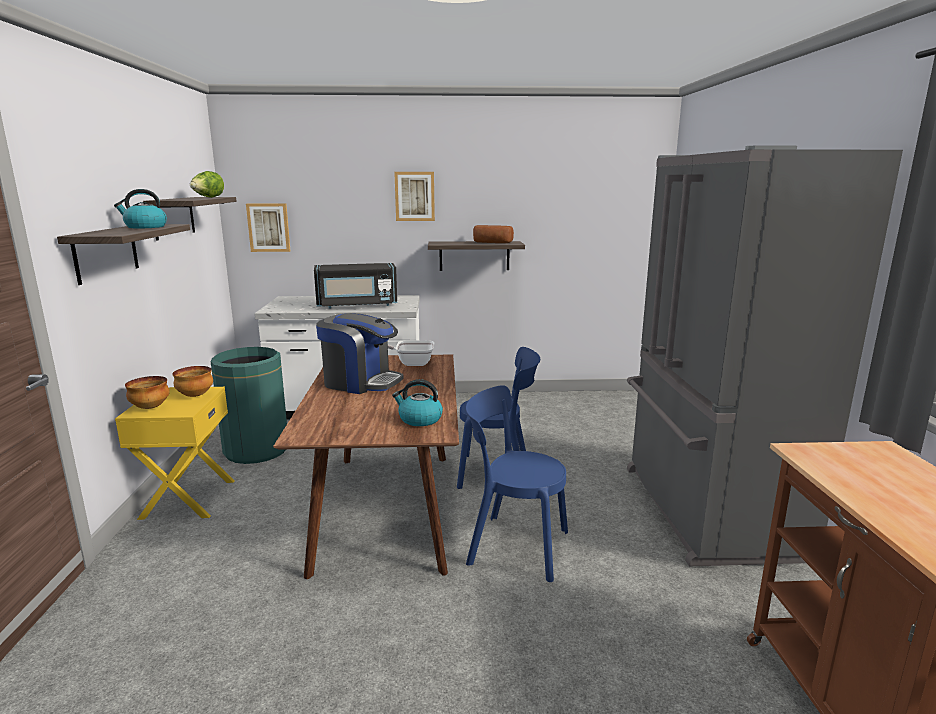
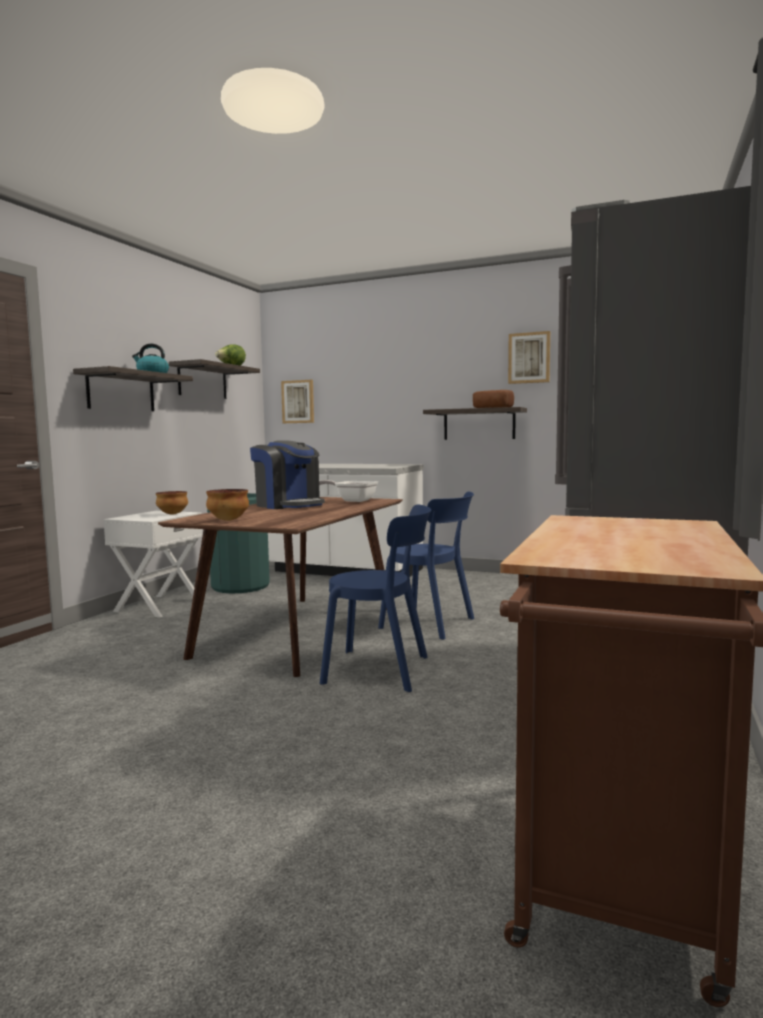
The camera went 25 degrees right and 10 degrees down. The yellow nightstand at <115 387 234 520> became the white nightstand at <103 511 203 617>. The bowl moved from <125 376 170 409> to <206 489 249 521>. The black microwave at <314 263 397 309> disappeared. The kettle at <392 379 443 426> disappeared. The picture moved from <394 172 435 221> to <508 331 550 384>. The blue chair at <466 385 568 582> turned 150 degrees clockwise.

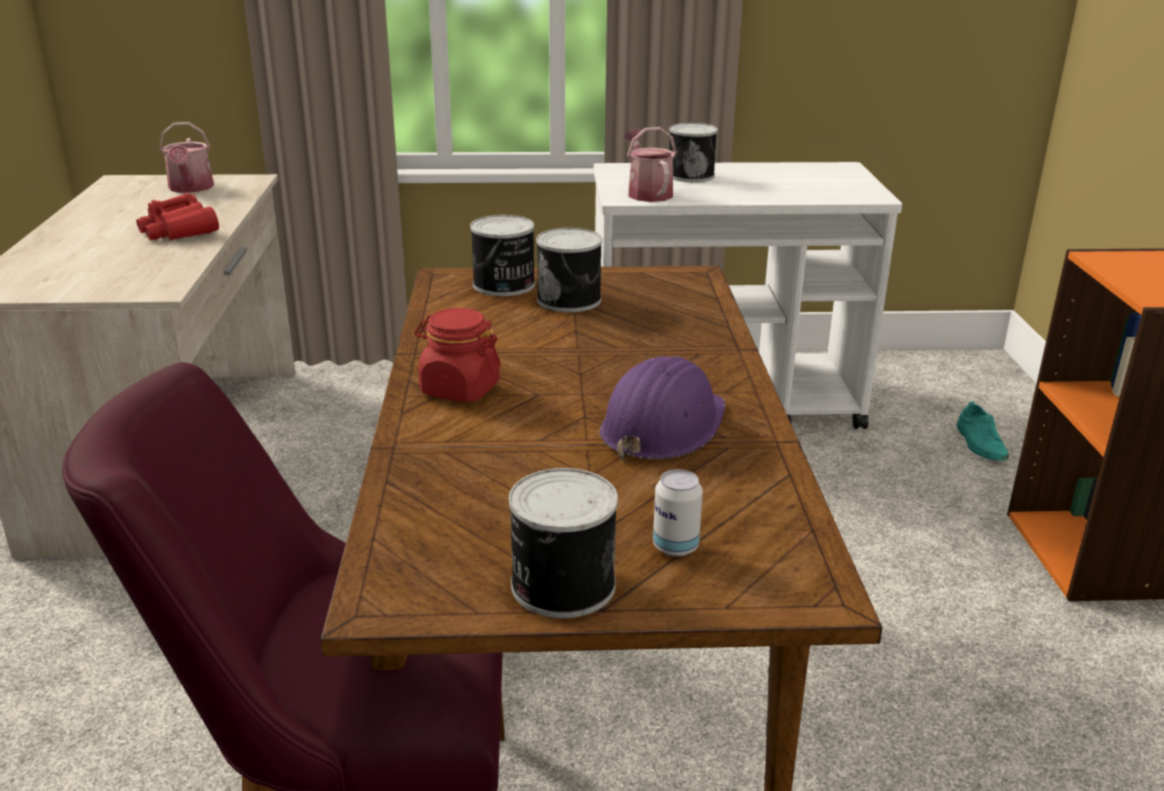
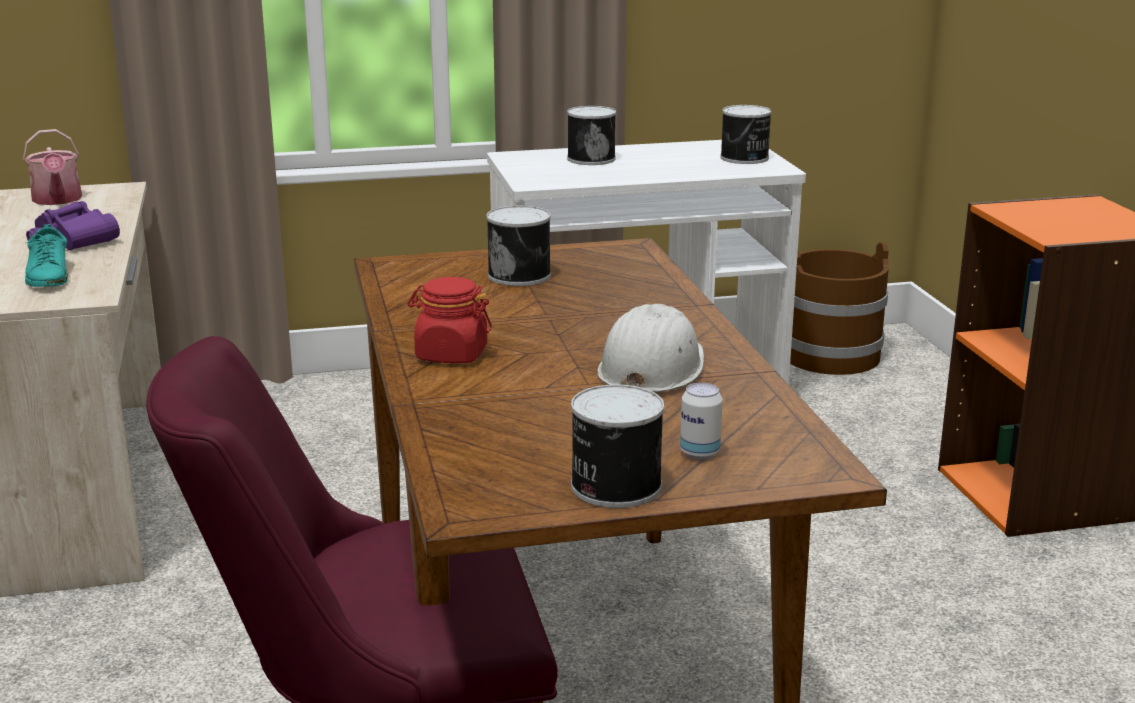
The camera went 10 degrees left and 5 degrees down. The red binoculars at <136 193 219 240> became the purple binoculars at <26 201 120 250>. The can moved from <470 215 535 296> to <720 105 772 164>. The purple hard hat at <600 356 725 461> became the white hard hat at <597 304 704 392>. The watering can at <624 127 677 202> disappeared. The turquoise shoe moved from <956 402 1009 461> to <25 224 68 287>. The brown bucket at <790 242 889 375> appeared.

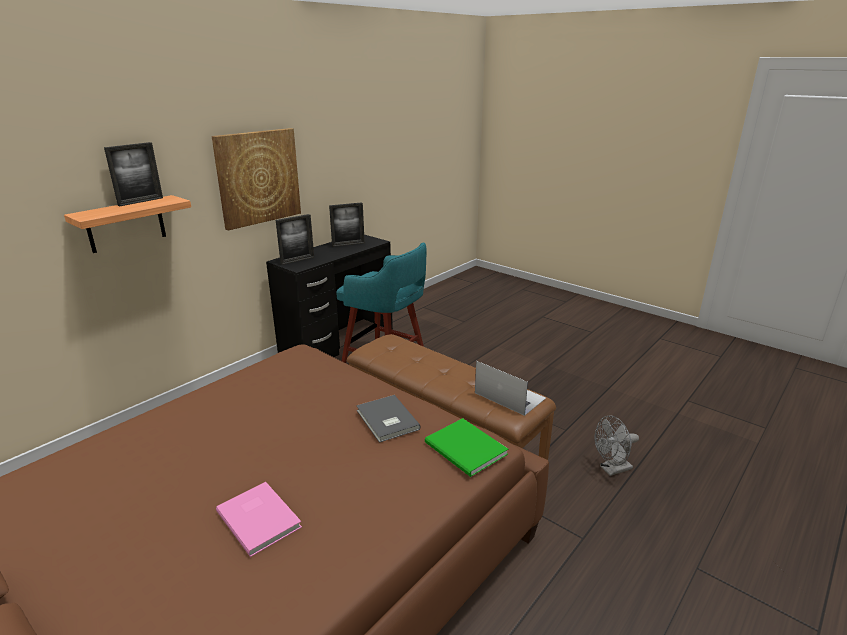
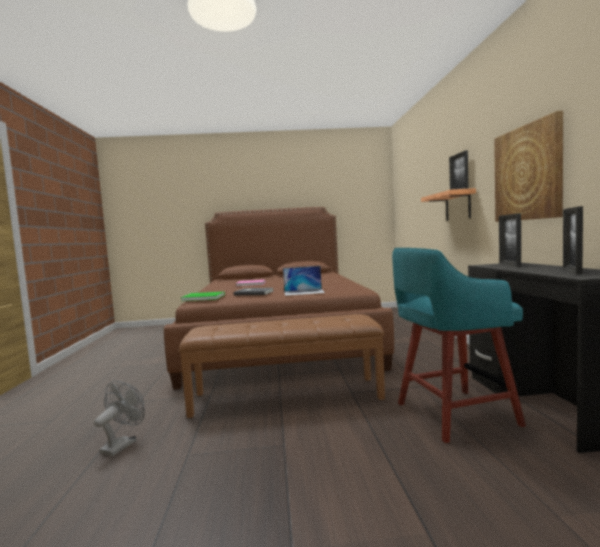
The camera went 135 degrees right and 20 degrees down. The laptop moved from <475 361 546 416> to <283 266 325 296>.

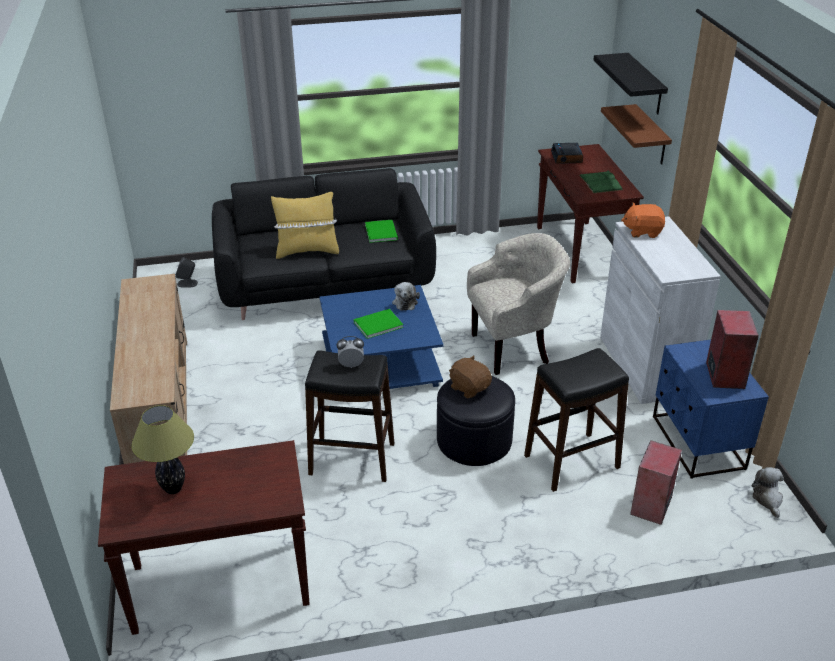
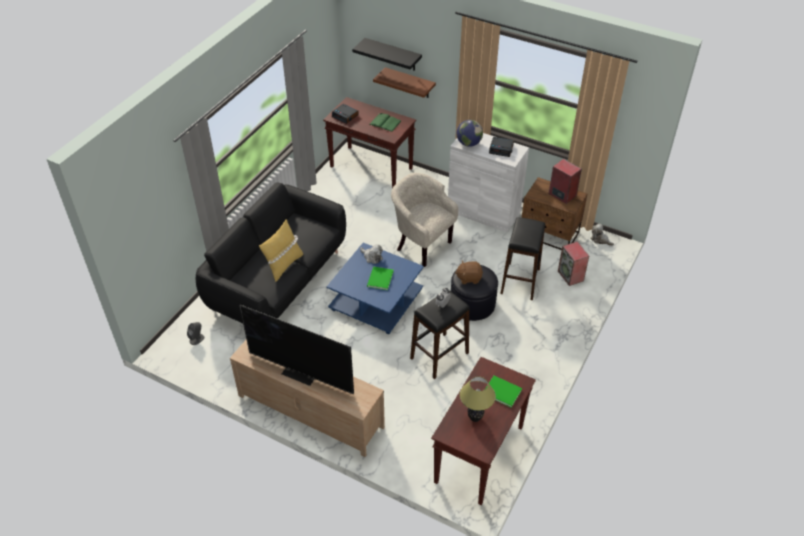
The camera went 50 degrees left and 10 degrees up. The green book moved from <365 220 398 243> to <485 376 522 407>. The beige armchair at <467 233 570 375> turned 75 degrees counterclockwise. The orange plush toy at <621 203 665 238> was replaced by the globe at <456 120 483 147>. The blue nightstand at <653 340 769 479> became the brown nightstand at <522 177 587 250>. The television at <240 305 354 394> appeared. The alarm clock at <489 137 514 157> appeared.

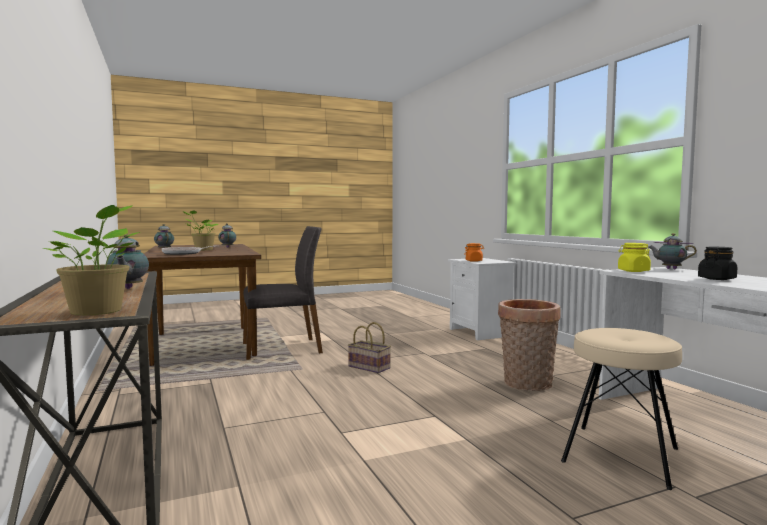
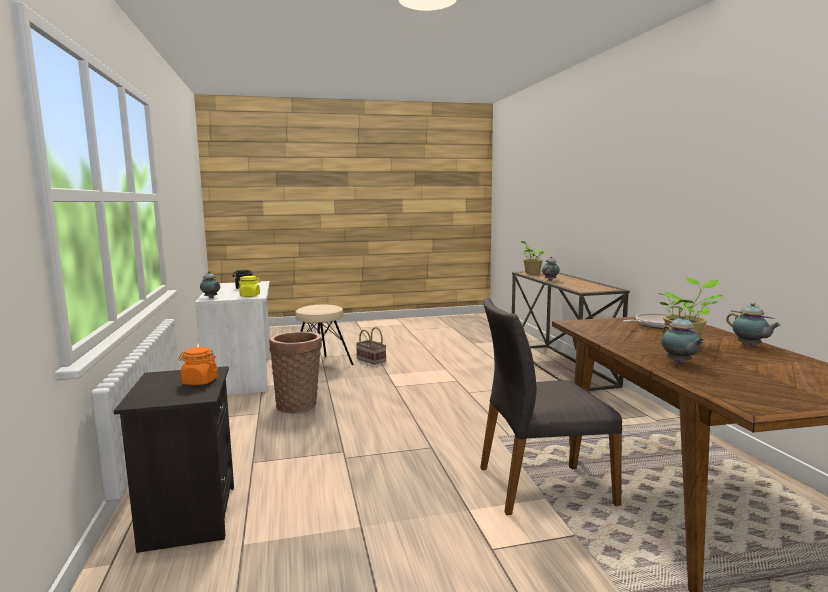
The camera went 170 degrees left and 5 degrees up. The basket moved from <348 322 391 373> to <356 327 386 365>. The white nightstand at <448 258 517 340> became the black nightstand at <114 366 234 553>.

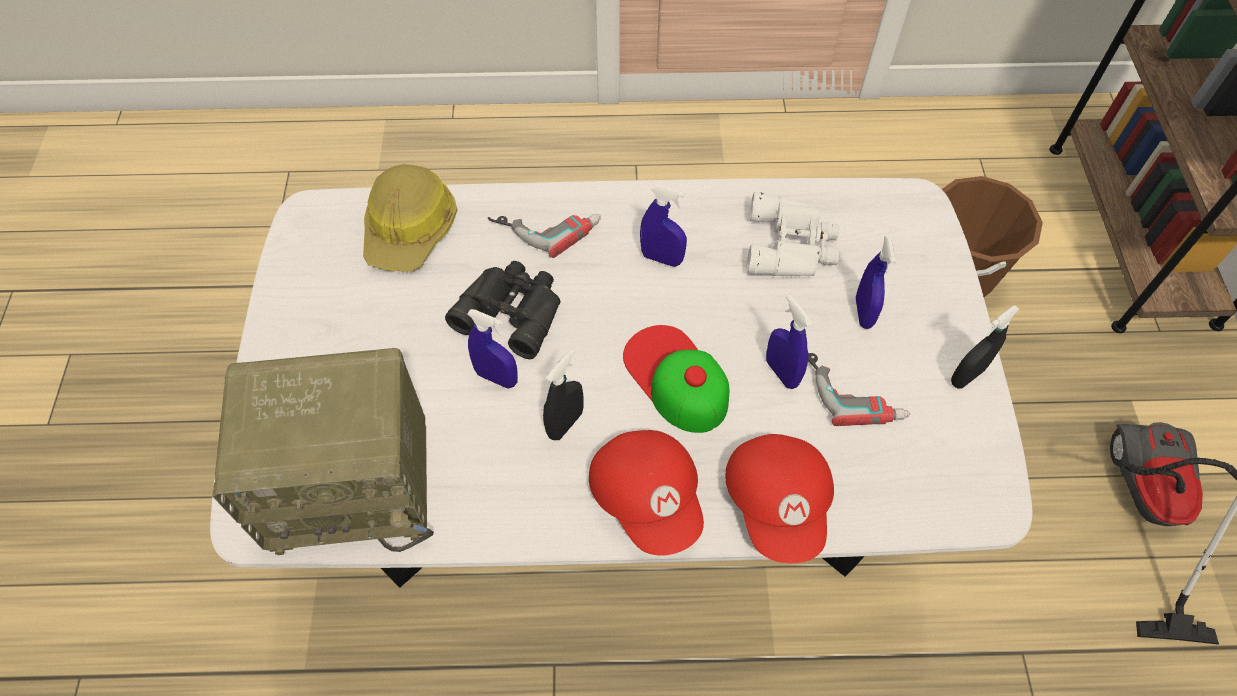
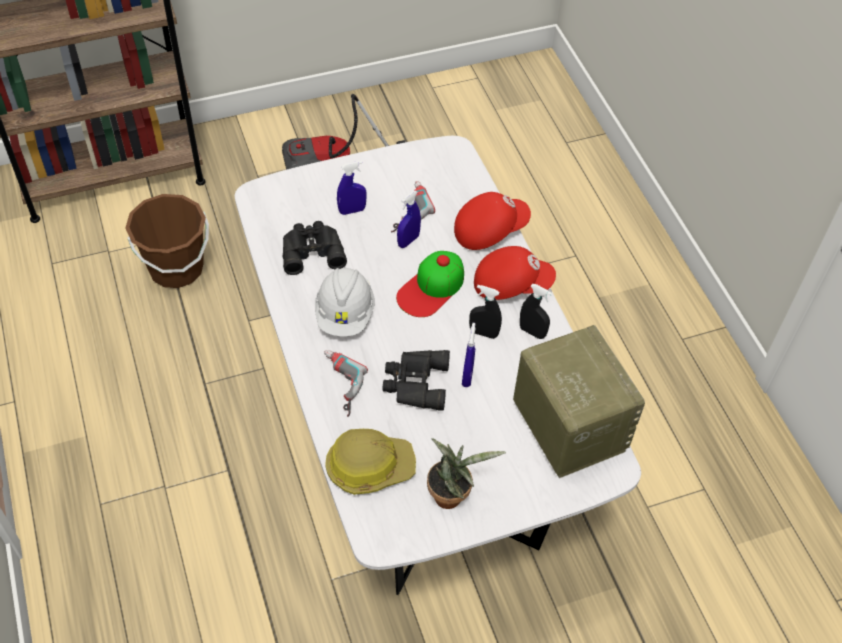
The camera went 110 degrees left and 5 degrees down. The red cap at <589 430 704 556> turned 45 degrees clockwise. The blue spray bottle at <640 184 687 267> was replaced by the white hard hat at <315 268 374 337>. The white binoculars at <746 192 839 276> became the black binoculars at <282 221 347 275>. The black spray bottle moved from <951 305 1020 388> to <520 284 552 339>. The potted plant at <427 438 506 509> appeared.

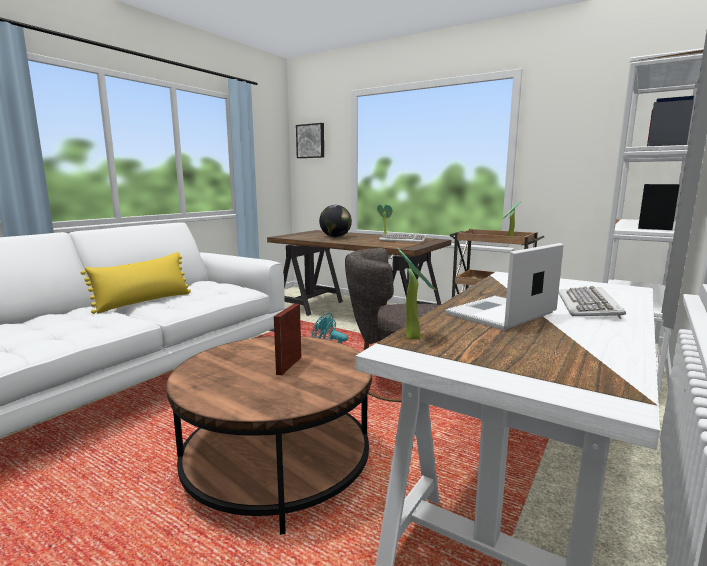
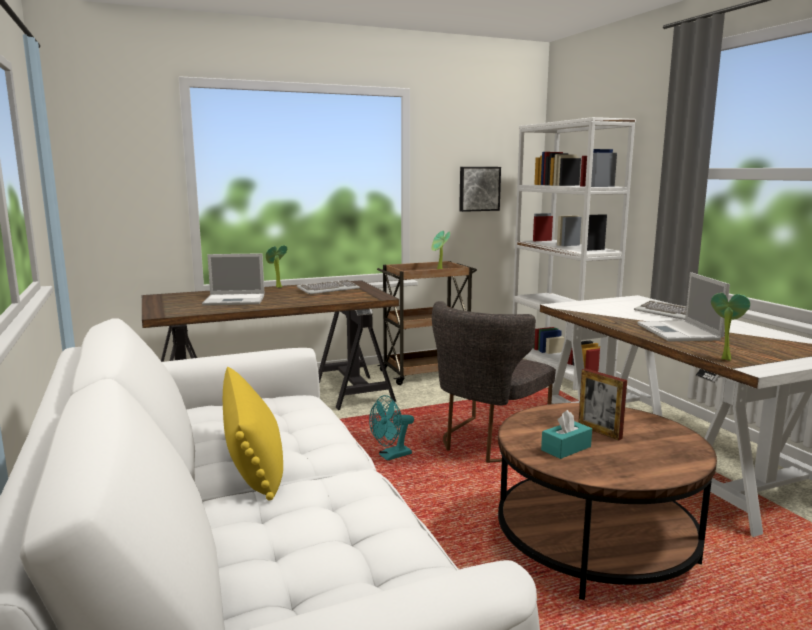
The camera went 55 degrees left and 0 degrees up. The picture moved from <296 123 324 158> to <459 167 501 212>. The globe at <319 205 352 237> was replaced by the laptop at <202 253 264 306>. The turquoise tissue box at <541 410 592 459> appeared.

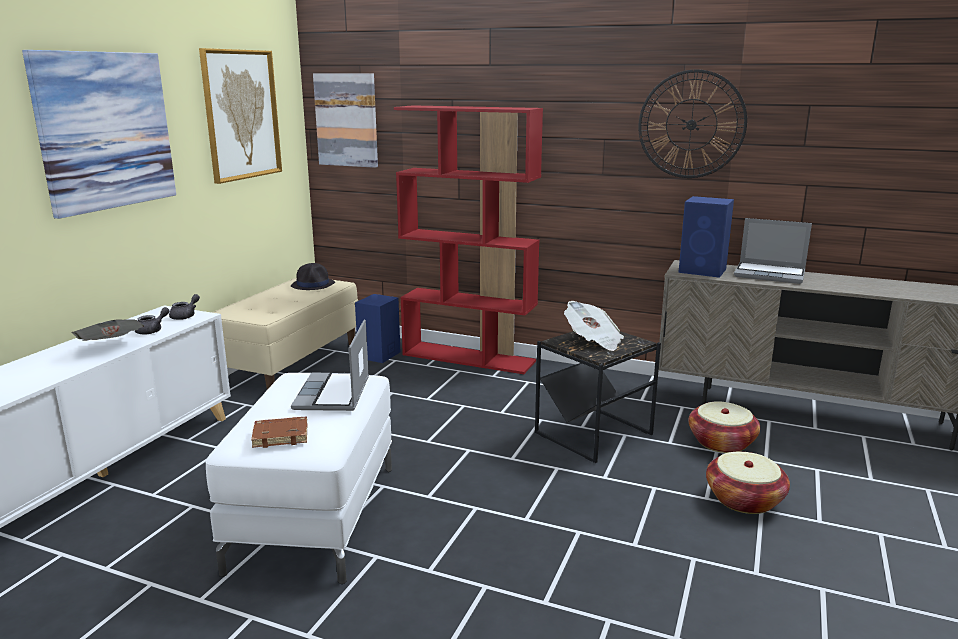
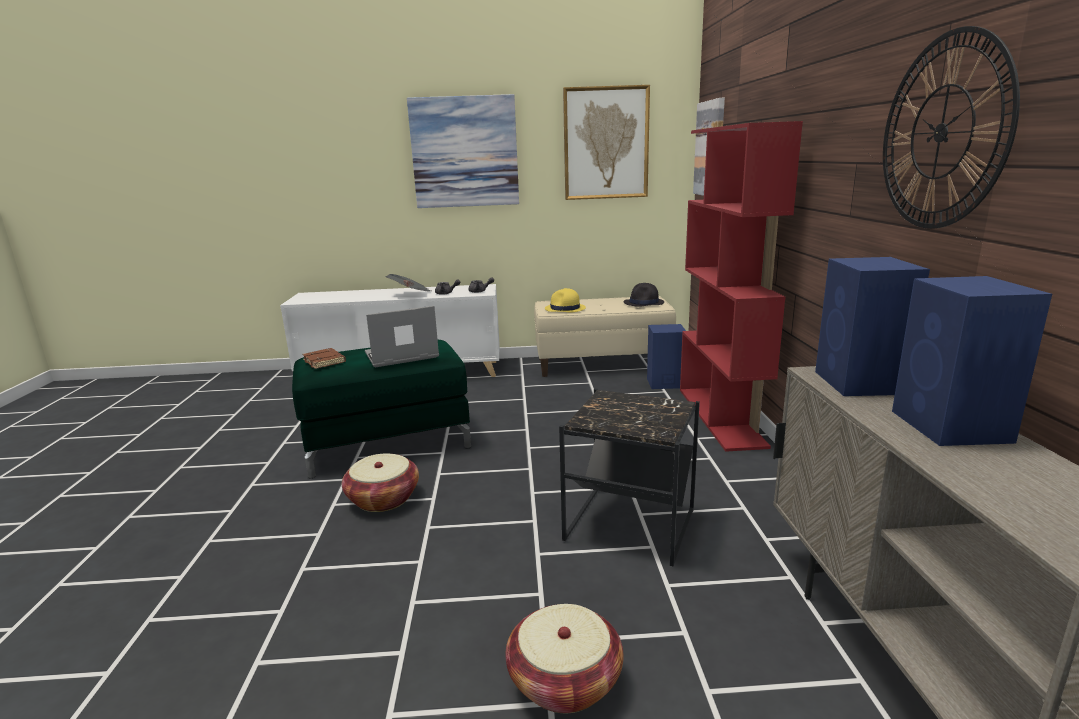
The camera went 65 degrees right and 0 degrees up. The white ottoman at <206 373 392 584> became the green ottoman at <292 340 471 479>. The newspaper at <564 301 624 351> disappeared. The basket moved from <689 401 760 453> to <342 454 419 512>. The laptop at <734 218 812 284> was replaced by the blue speaker at <892 276 1052 446>. The yellow hat at <545 288 586 312> appeared.

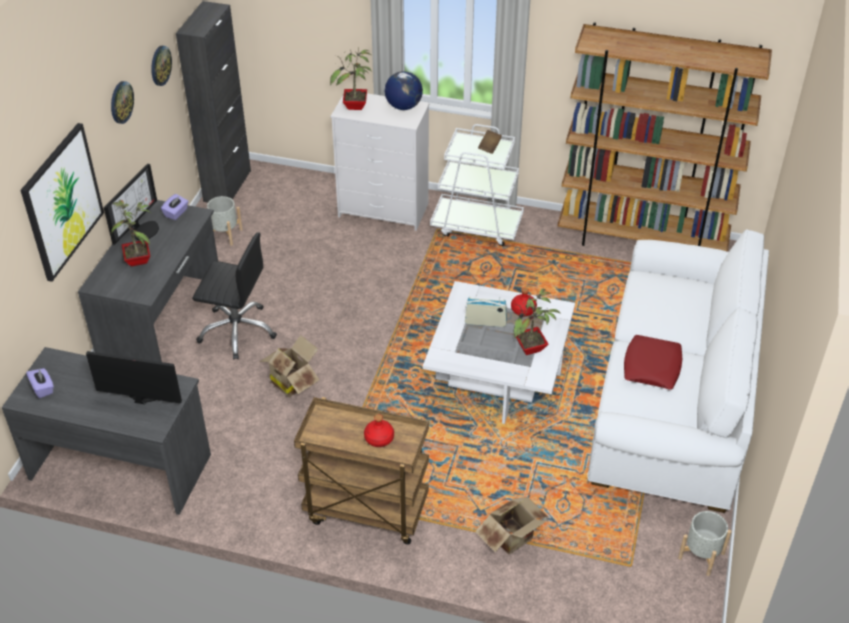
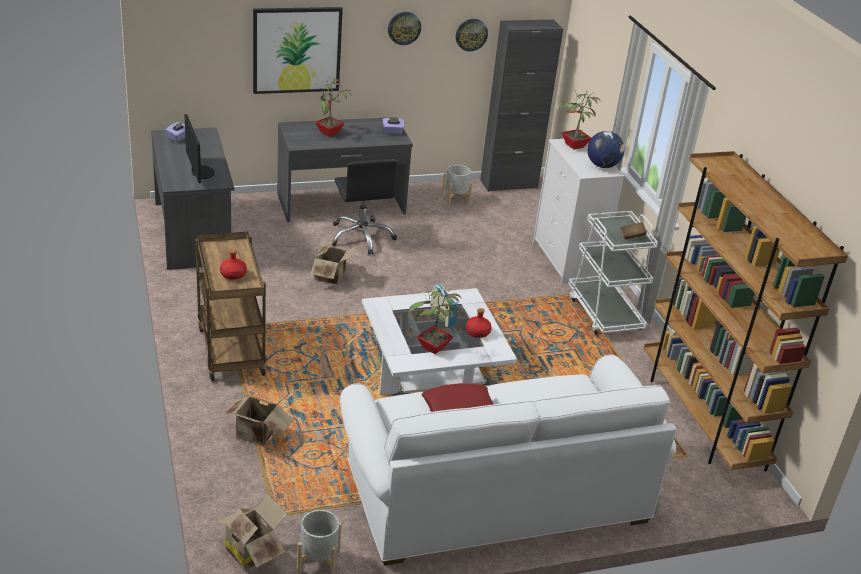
The camera went 55 degrees right and 10 degrees down. The monitor at <104 164 159 245> disappeared. The cardboard box at <215 494 287 570> appeared.

